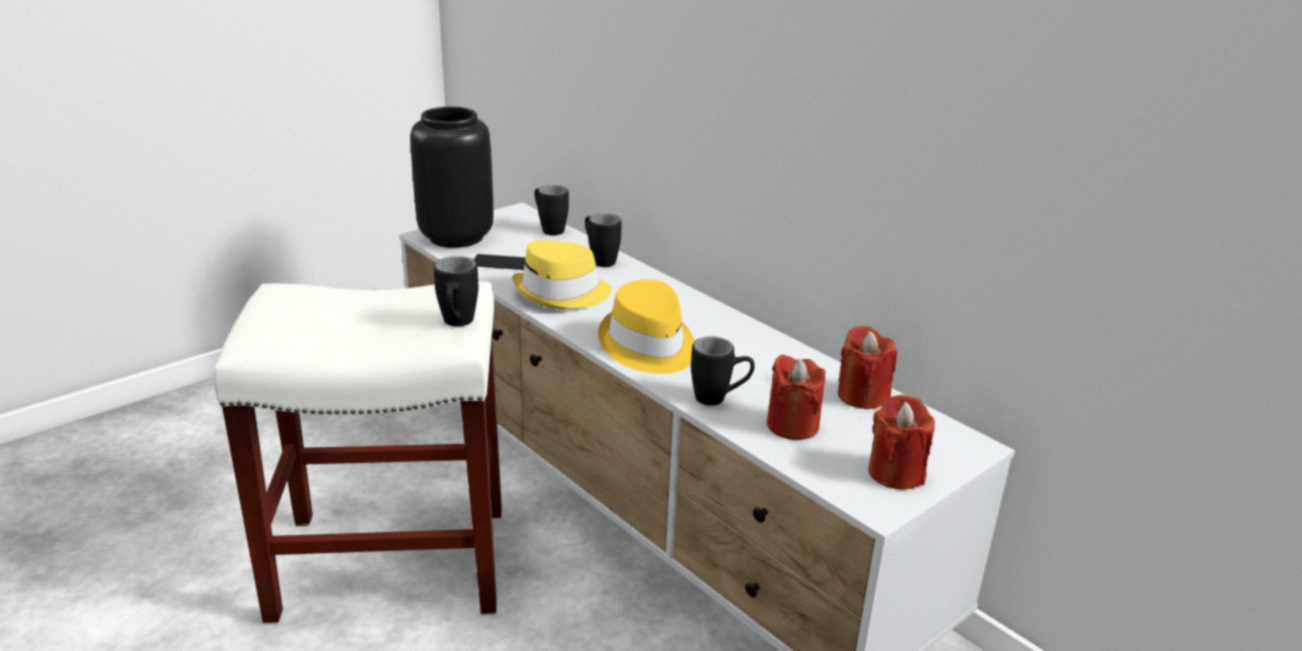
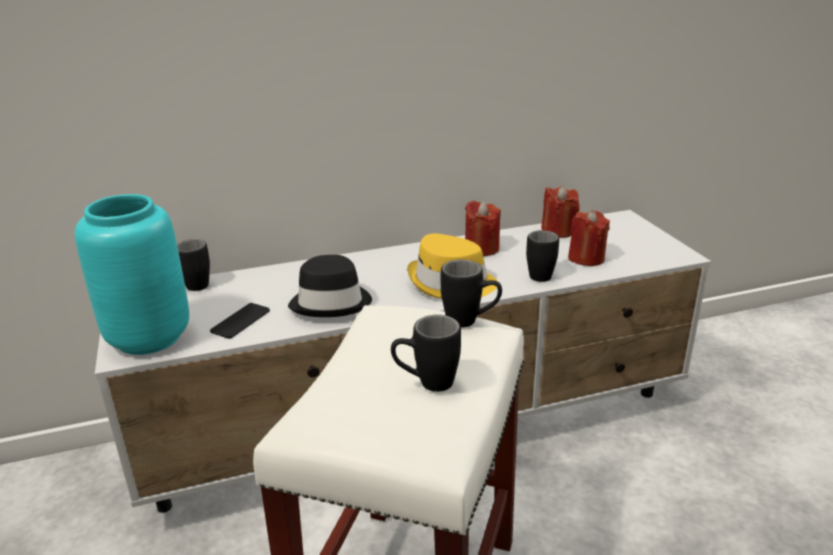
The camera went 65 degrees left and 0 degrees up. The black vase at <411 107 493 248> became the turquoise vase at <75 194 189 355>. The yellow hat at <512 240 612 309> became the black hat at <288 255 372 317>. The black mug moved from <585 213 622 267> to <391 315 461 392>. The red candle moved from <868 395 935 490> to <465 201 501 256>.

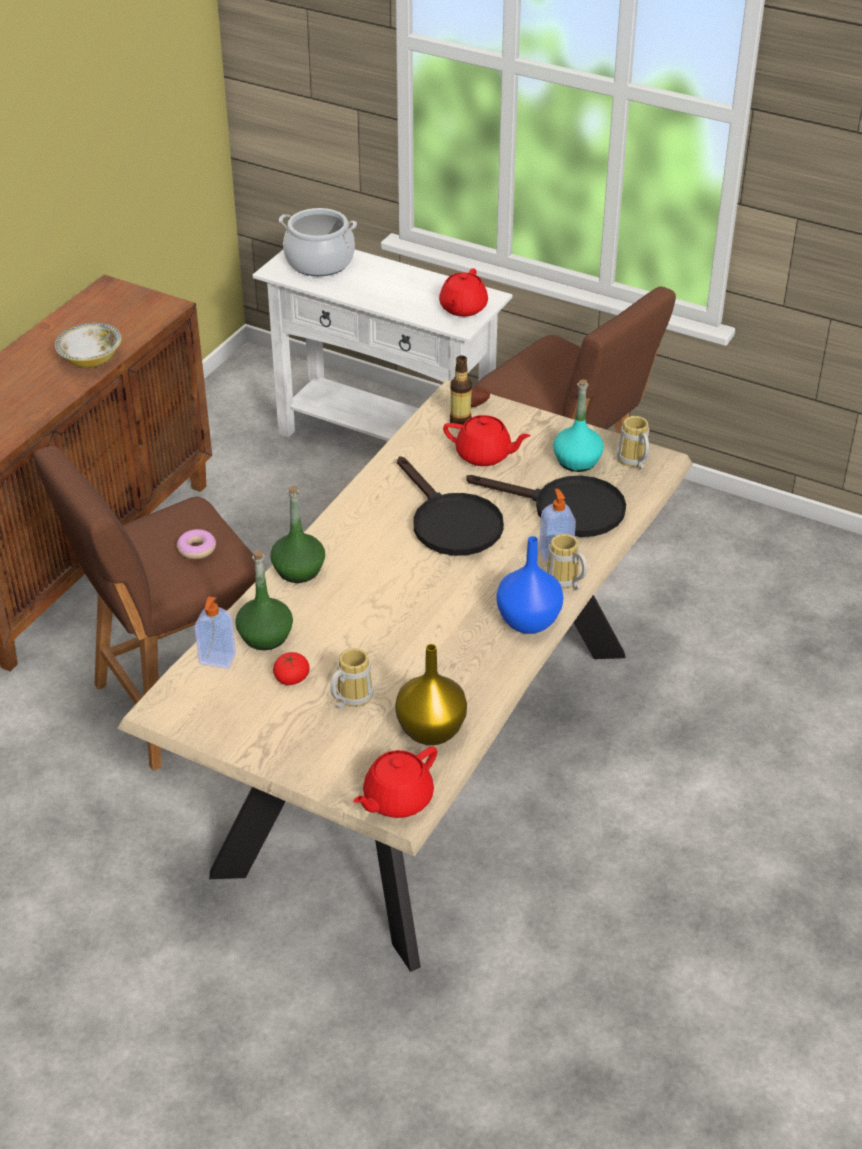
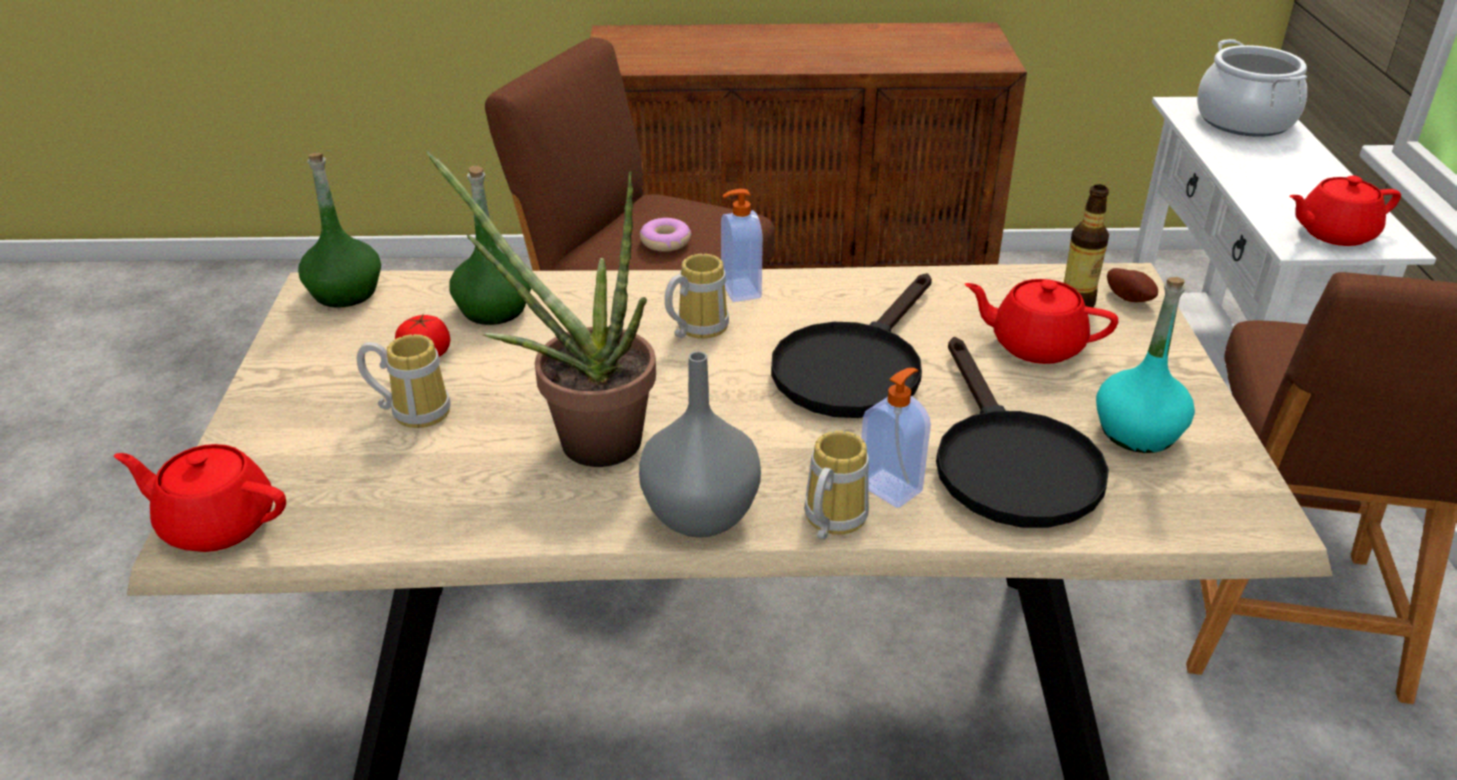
The camera went 60 degrees right and 5 degrees down. The bowl at <55 323 122 368> disappeared. The soap dispenser moved from <195 596 236 669> to <721 189 763 302>. The green bottle moved from <270 486 325 583> to <298 153 381 308>. The yellow vase at <395 644 467 745> disappeared. The red teapot at <443 415 531 466> turned 120 degrees clockwise. The blue vase at <497 536 563 634> became the grey vase at <639 351 761 538>. The mug moved from <617 416 649 469> to <665 254 729 339>. The potted plant at <426 151 656 467> appeared.

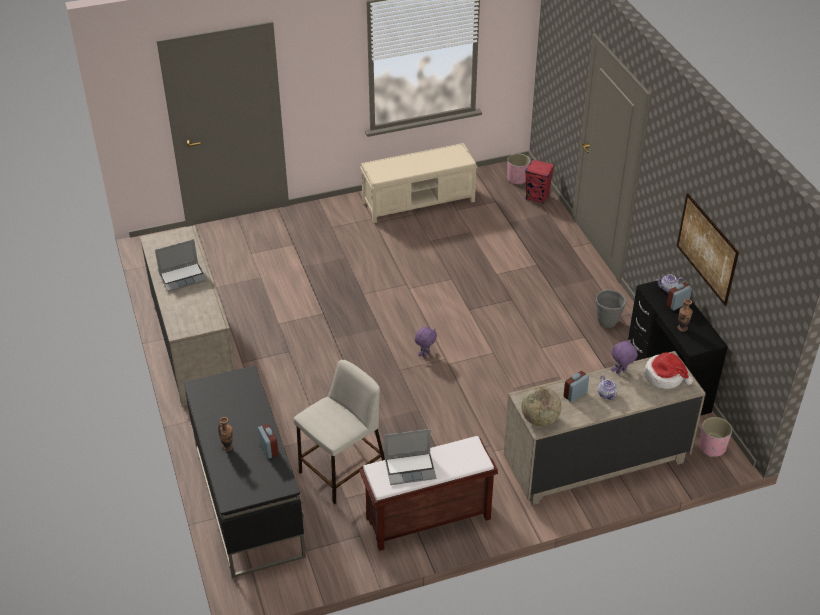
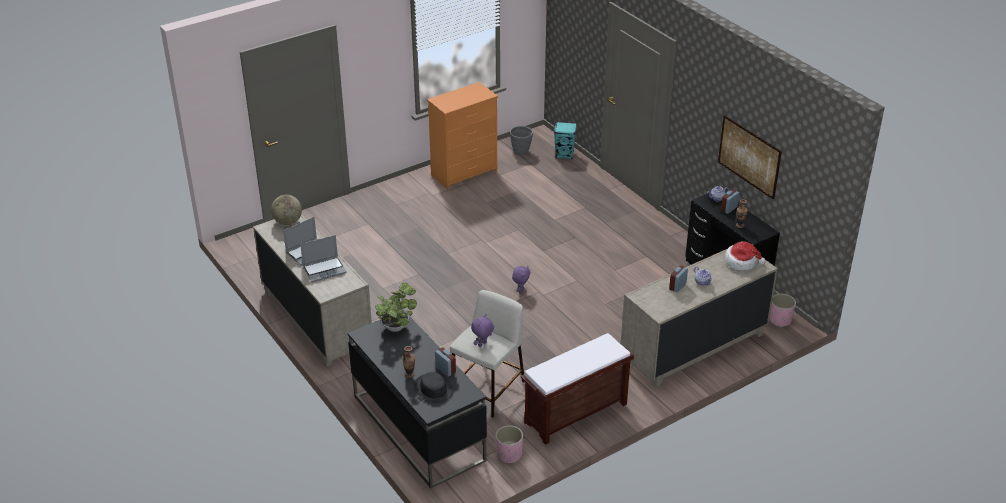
The camera went 15 degrees left and 5 degrees down. The beige bench at <360 143 478 223> was replaced by the orange dresser at <427 82 498 190>. The laptop moved from <384 429 436 485> to <300 235 347 282>. The pink planter moved from <507 153 530 185> to <495 425 523 463>. The globe moved from <521 386 561 426> to <271 195 302 225>. The red speaker at <525 159 555 204> became the turquoise speaker at <554 122 577 159>. The grey planter moved from <596 289 626 328> to <510 126 533 155>. The purple plush toy moved from <611 339 638 374> to <471 314 494 347>. The potted plant at <375 283 417 332> appeared. The black hat at <414 372 453 403> appeared.

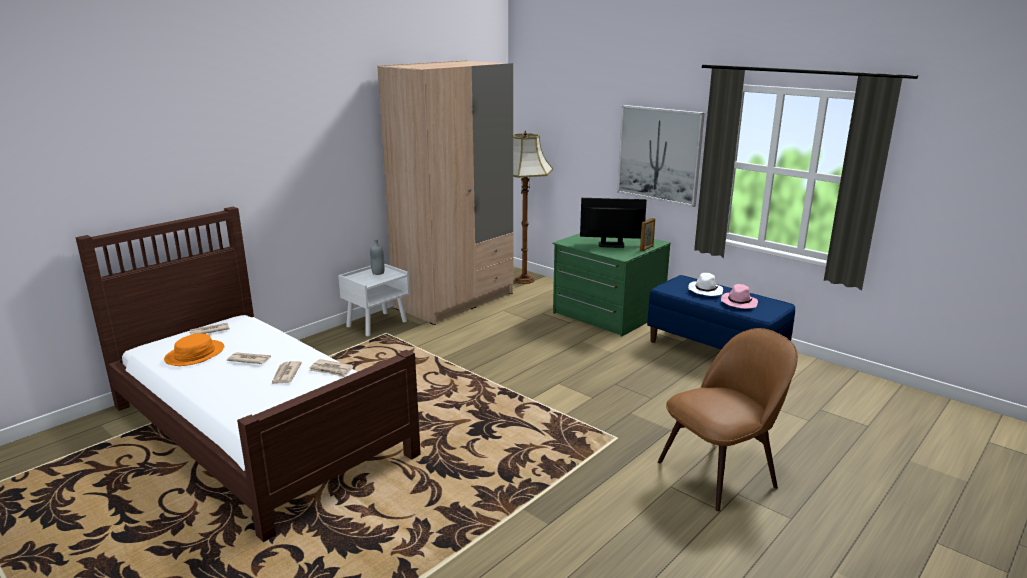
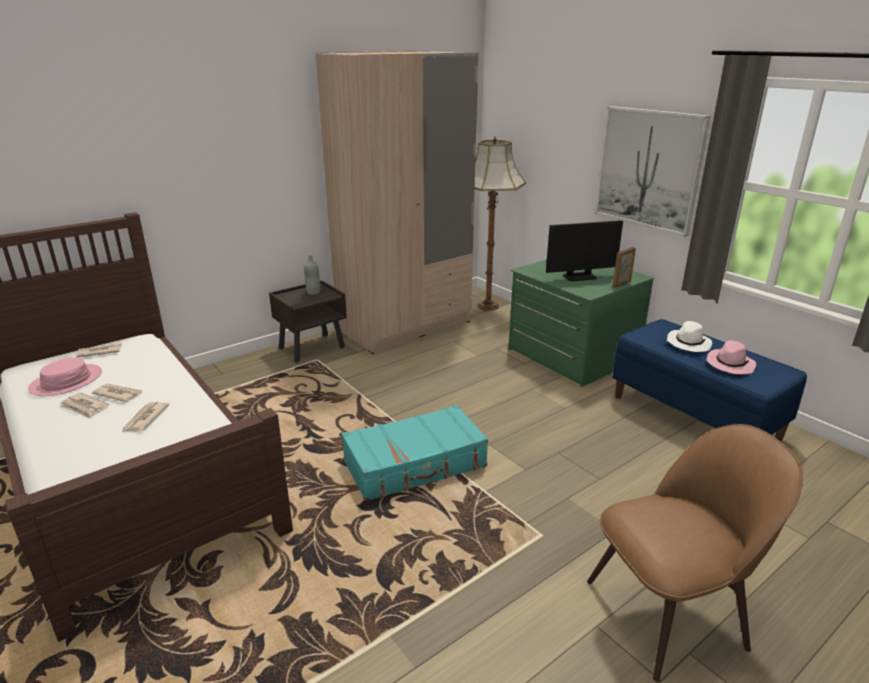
The camera went 10 degrees right and 5 degrees up. The orange hat at <164 333 224 366> became the pink hat at <28 357 102 396>. The newspaper moved from <309 359 353 377> to <59 392 109 419>. The white nightstand at <338 263 410 337> became the brown nightstand at <269 280 347 362>. The monitor at <580 198 647 248> turned 150 degrees clockwise. The turquoise suitcase at <342 405 488 501> appeared.

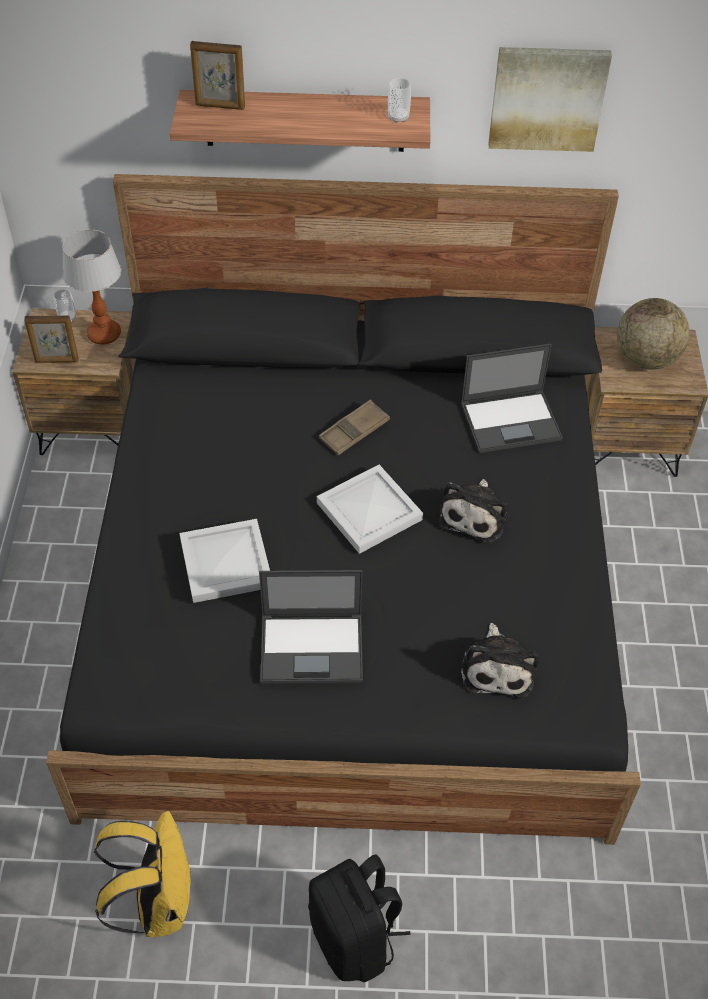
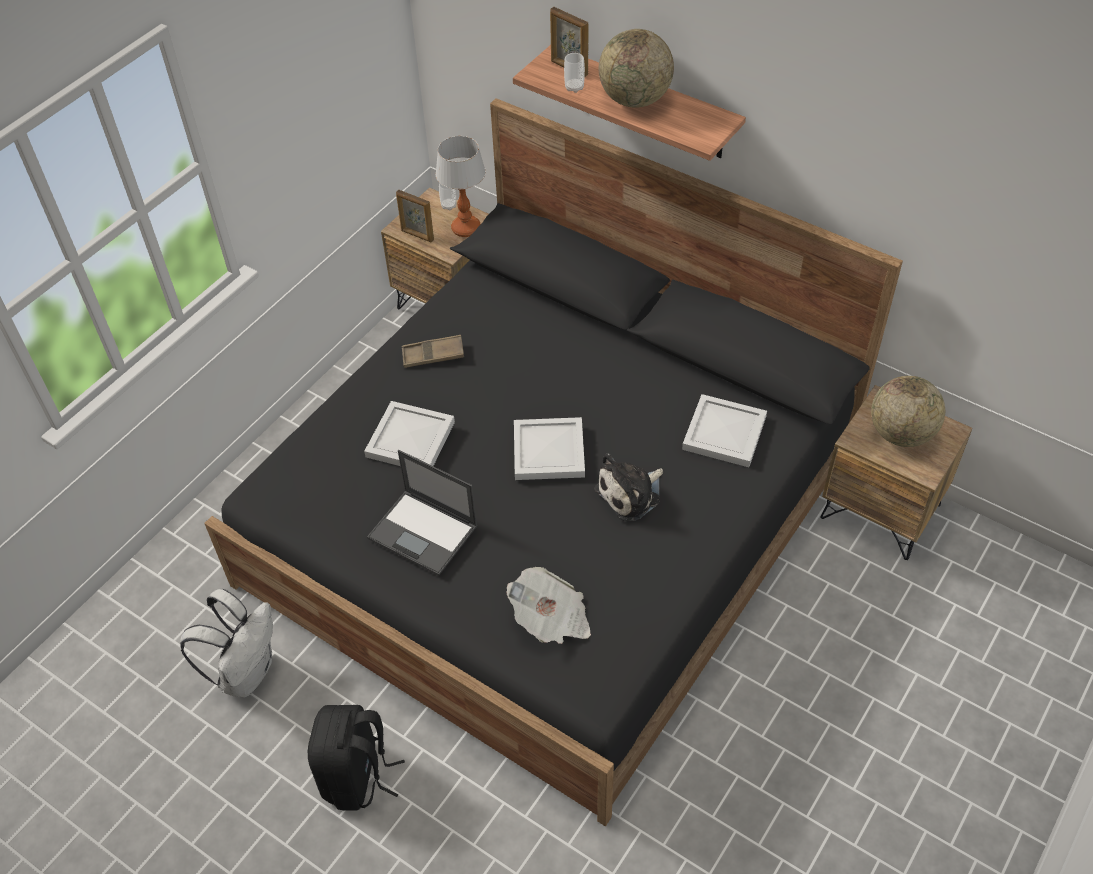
The camera went 35 degrees right and 0 degrees up. The yellow backpack at <94 811 192 937> became the white backpack at <180 589 273 698>. The brown tray moved from <319 399 390 456> to <402 335 464 368>. The cup moved from <388 78 411 123> to <564 53 585 93>. The laptop at <461 344 563 453> was replaced by the white tray at <682 394 767 467>. The plush toy at <461 623 539 699> was replaced by the newspaper at <507 567 591 644>. The picture at <488 47 612 152> disappeared. The globe at <599 29 674 108> appeared.

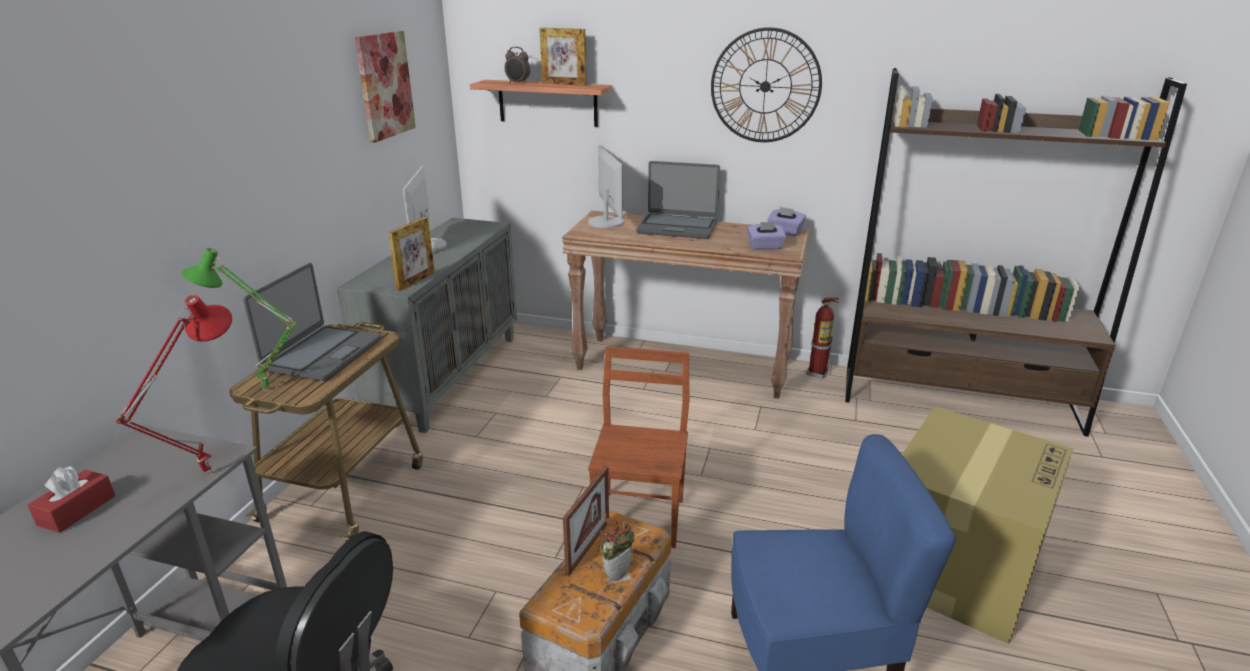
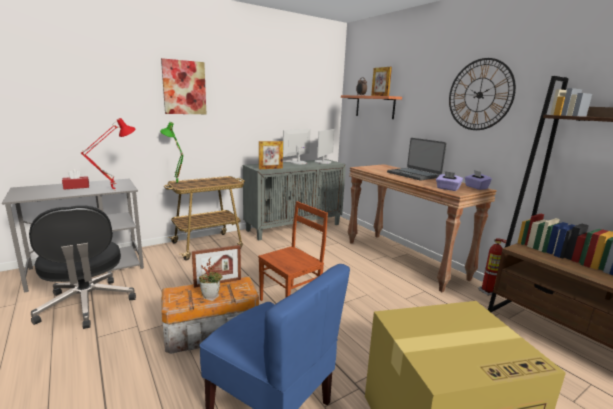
The camera went 40 degrees right and 10 degrees down. The laptop at <243 263 382 381> disappeared. The picture moved from <355 31 416 143> to <161 58 206 114>. The monitor moved from <588 145 624 228> to <315 129 335 164>.

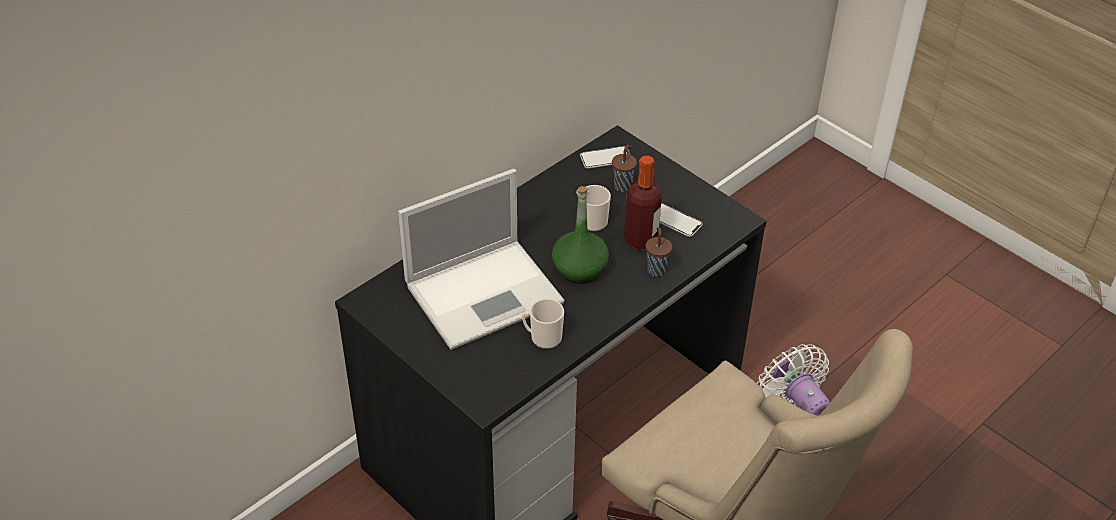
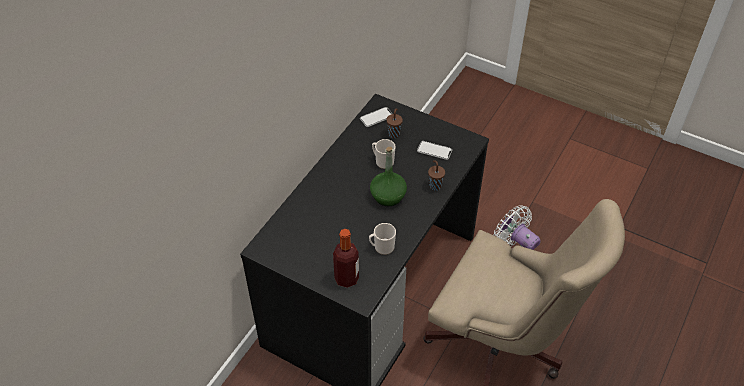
The camera went 15 degrees left and 5 degrees up. The laptop at <398 169 565 350> disappeared. The bottle moved from <624 156 662 250> to <333 229 359 288>.

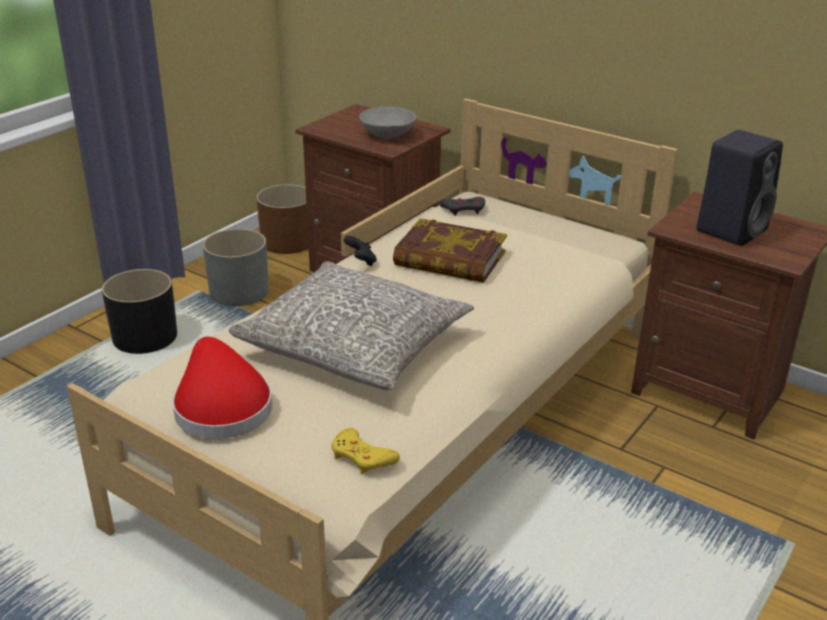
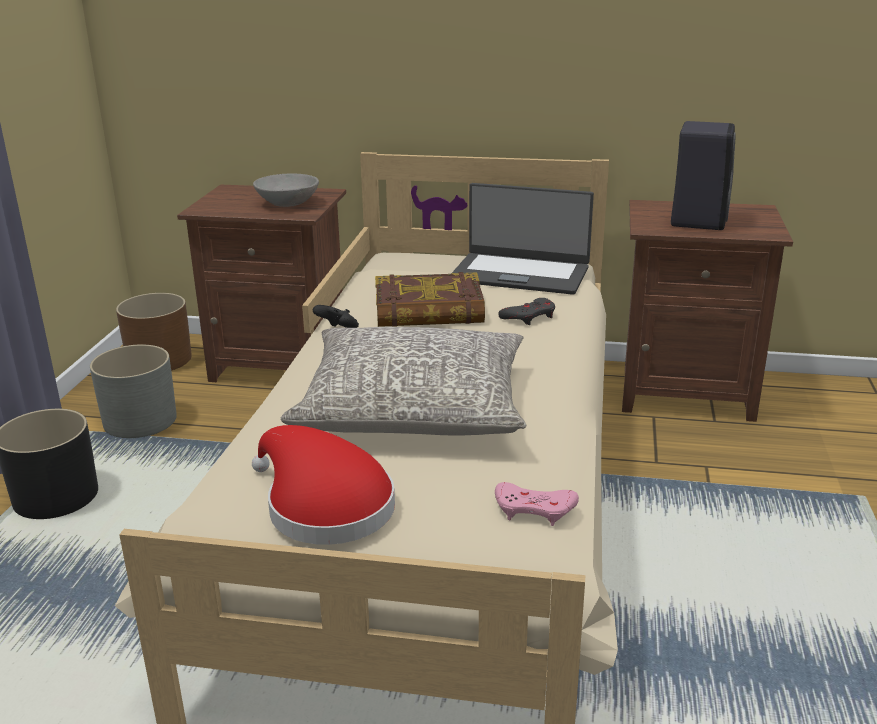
The camera went 25 degrees left and 5 degrees down. The yellow game controller at <332 428 400 475> became the pink game controller at <495 482 579 526>. The grey game controller moved from <440 197 485 216> to <498 298 555 325>. The laptop at <452 183 594 295> appeared.

